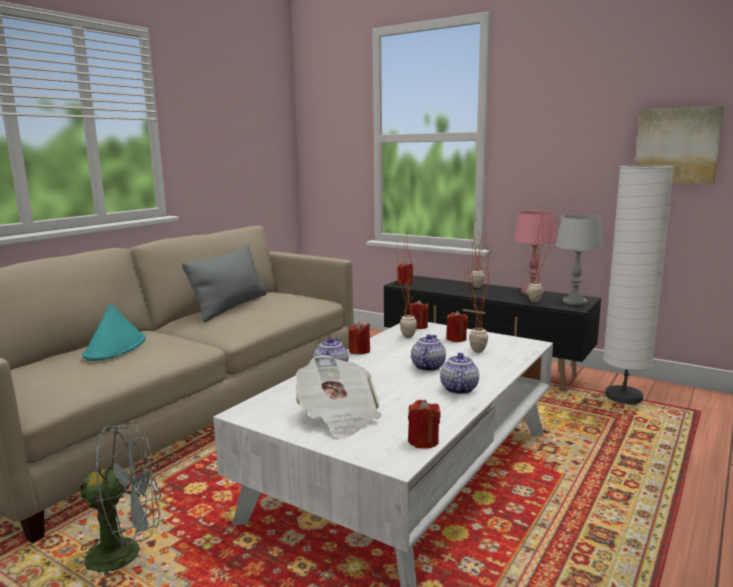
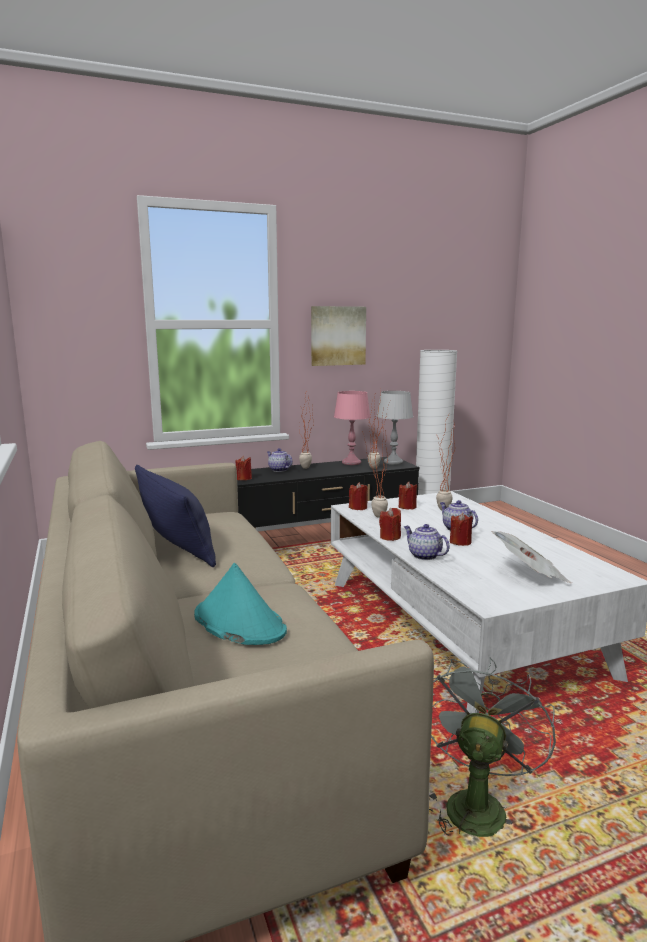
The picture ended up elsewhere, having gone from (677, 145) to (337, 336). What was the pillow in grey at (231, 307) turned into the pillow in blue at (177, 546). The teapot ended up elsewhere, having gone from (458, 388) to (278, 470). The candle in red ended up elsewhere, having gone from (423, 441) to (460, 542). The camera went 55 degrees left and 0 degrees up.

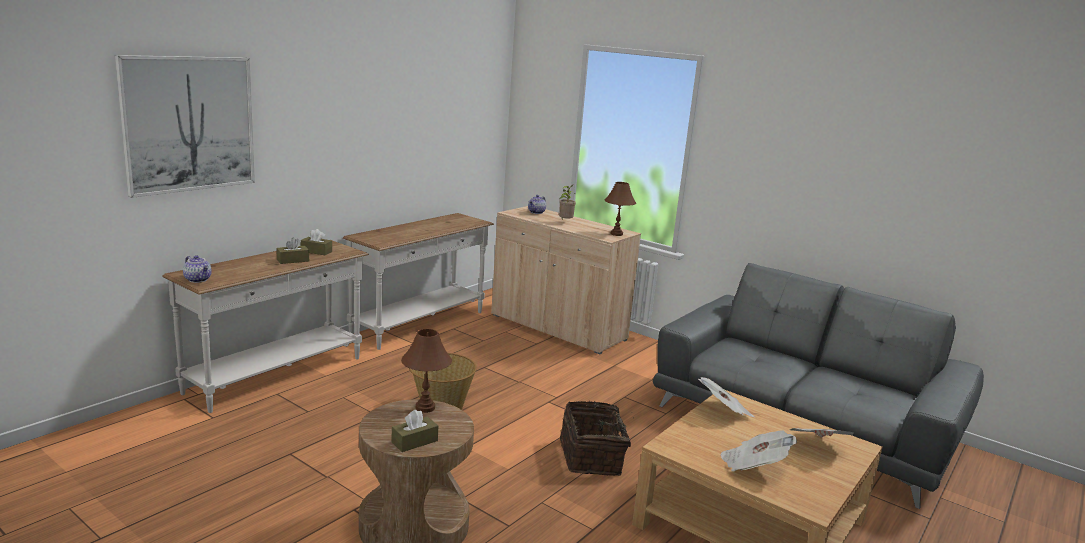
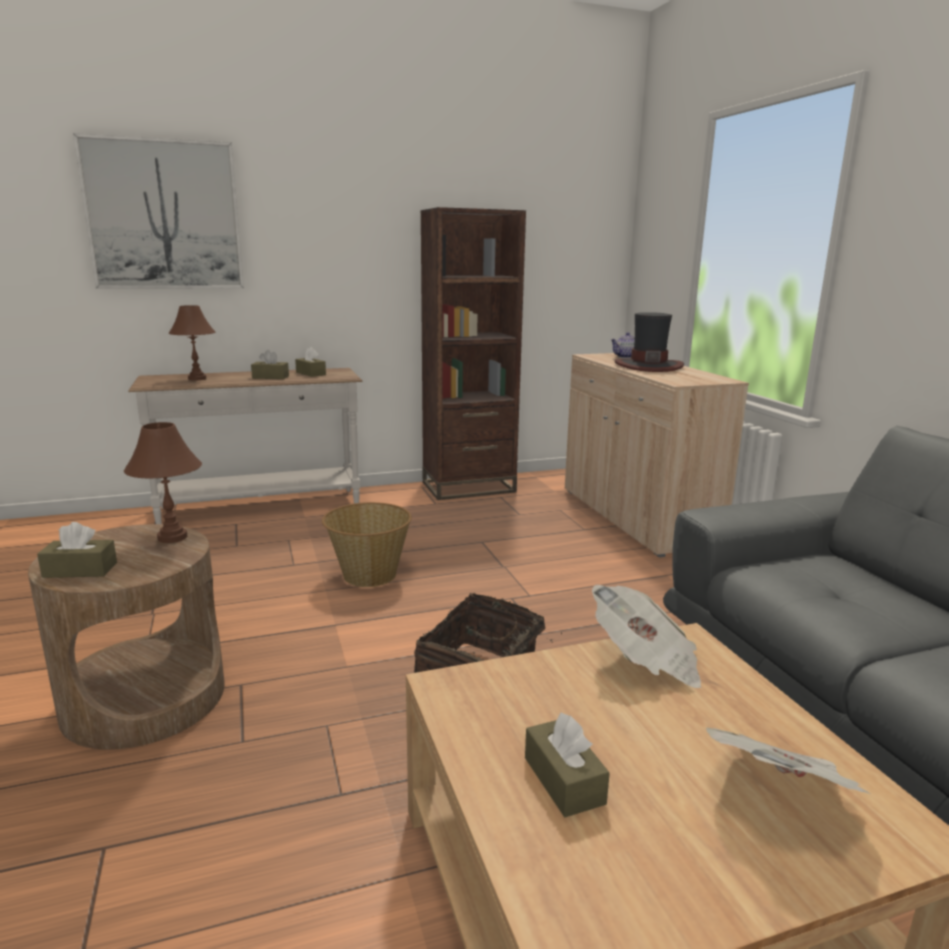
The table lamp in brown ended up elsewhere, having gone from (616, 234) to (197, 378). Where the potted plant stood at (565, 222), the hat came to stand at (648, 366). Where the console table in white stood at (420, 324), the bookcase in brown came to stand at (468, 487). The second view lost the teapot at (198, 280). Where the newspaper stood at (753, 466), the tissue box in brown came to stand at (564, 780). The camera went 35 degrees right and 0 degrees up.

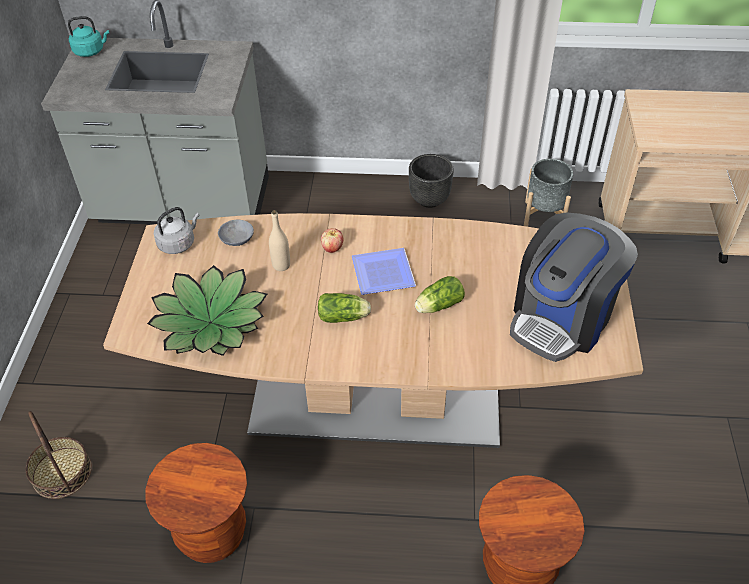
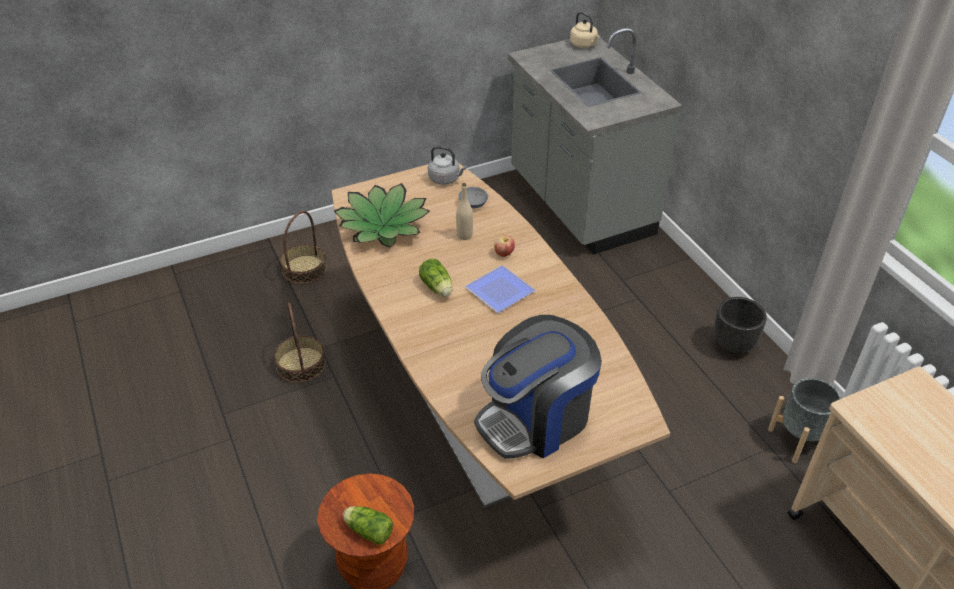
What was the kettle in turquoise at (91, 51) turned into the kettle in beige at (584, 45). The coffee machine at (562, 317) ended up facing another way, 45 degrees counterclockwise from before. The lettuce ended up elsewhere, having gone from (437, 306) to (367, 530). Where the stool in brown stood at (212, 534), the basket came to stand at (300, 364). The camera went 60 degrees right and 5 degrees down.

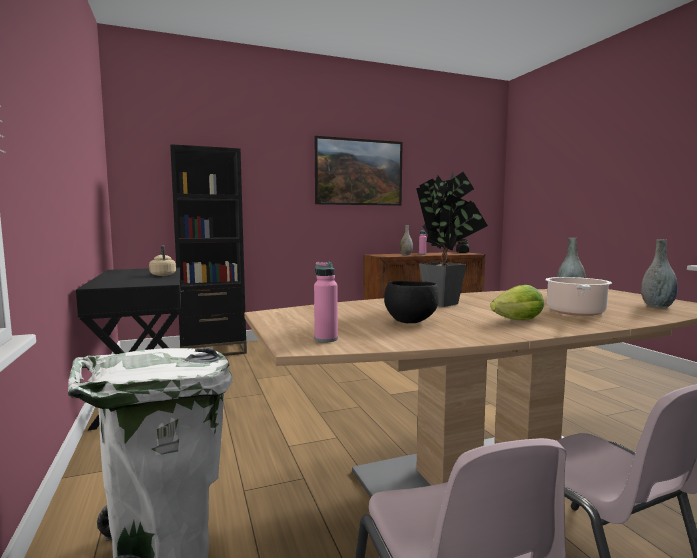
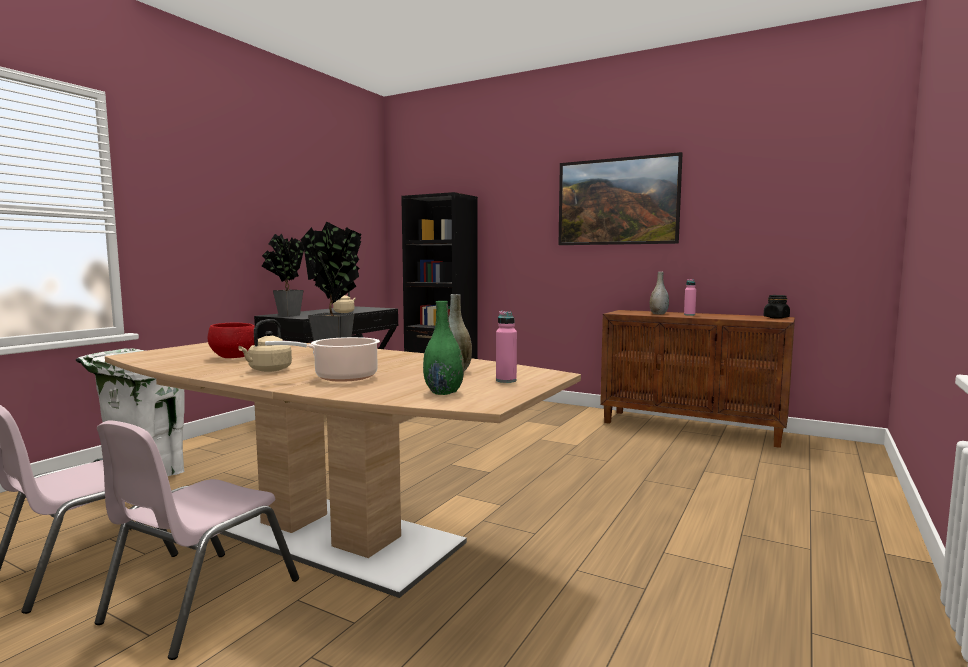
What was the vase in grey at (657, 306) turned into the vase in green at (443, 392). The bottle in pink ended up elsewhere, having gone from (326, 339) to (506, 380). What was the bowl in black at (410, 321) turned into the bowl in red at (235, 357). Where the lettuce stood at (515, 321), the kettle in beige came to stand at (268, 370). The second view gained the potted plant at (285, 315). The camera went 50 degrees right and 0 degrees up.

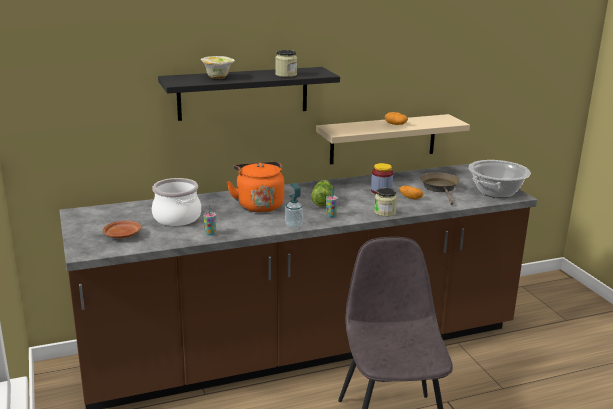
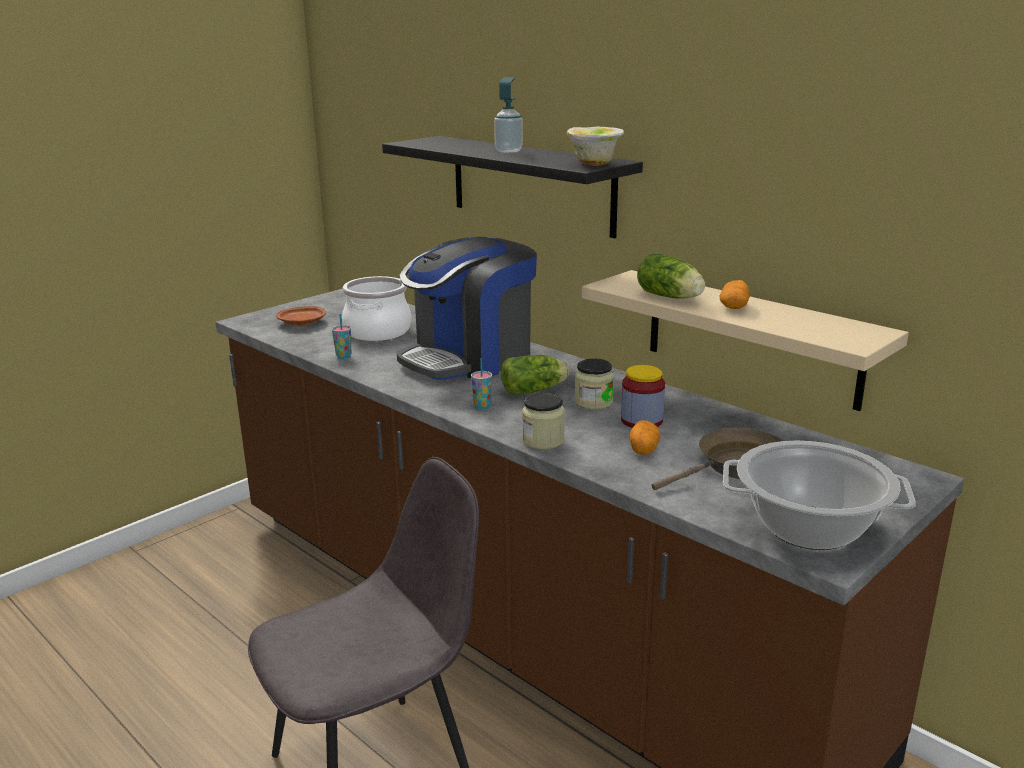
The jar ended up elsewhere, having gone from (286, 74) to (593, 402). The bowl ended up elsewhere, having gone from (218, 78) to (595, 164). Where the kettle in orange stood at (259, 205), the coffee machine came to stand at (470, 358). The soap dispenser ended up elsewhere, having gone from (293, 225) to (508, 151). The second view gained the lettuce at (671, 297). The camera went 65 degrees right and 0 degrees up.

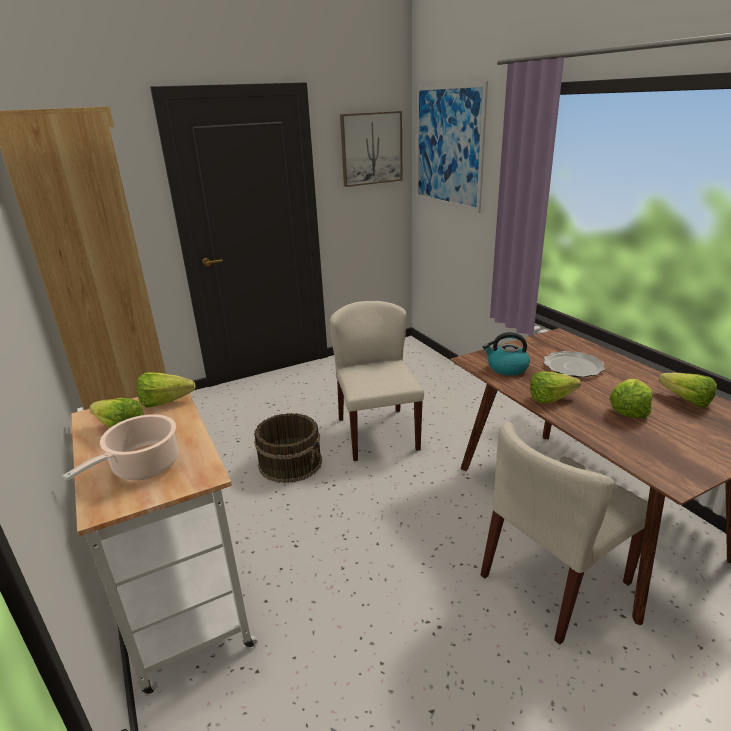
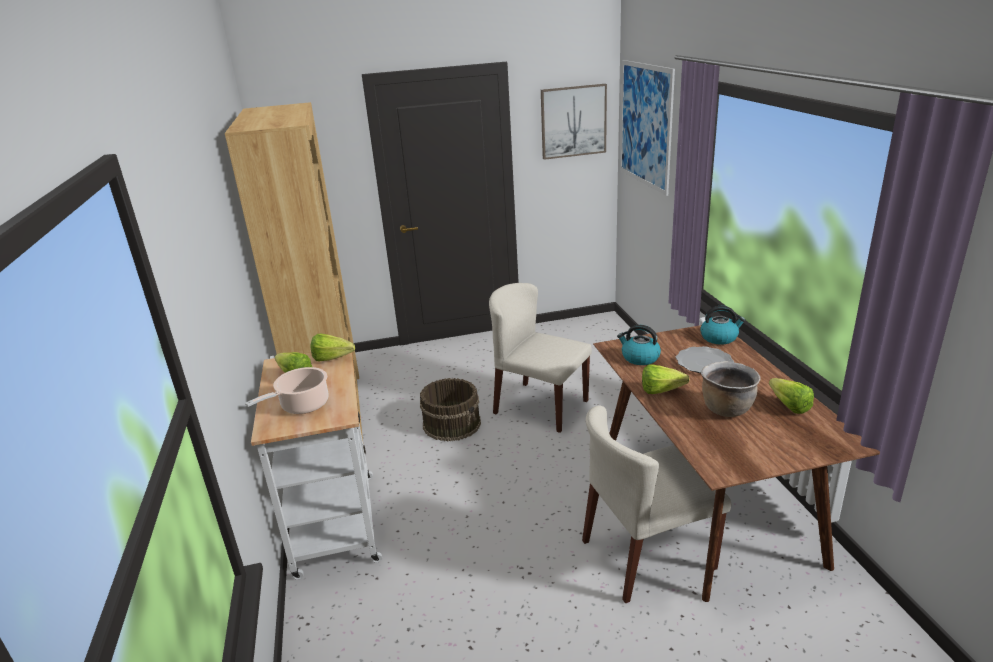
The chair in beige at (377, 433) ended up facing another way, 60 degrees counterclockwise from before. Where the lettuce stood at (628, 410), the cooking pot in brown came to stand at (726, 408). The second view gained the kettle at (719, 337). The camera went 15 degrees right and 0 degrees up.

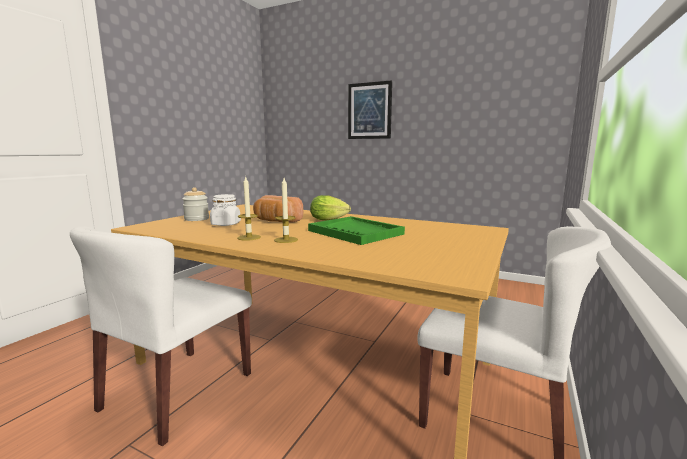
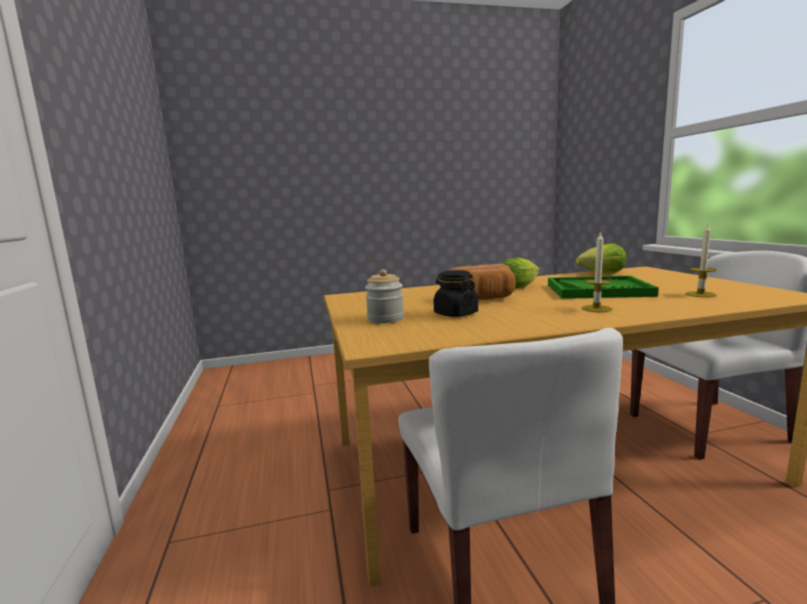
The second view lost the picture at (369, 111). The candle ended up elsewhere, having gone from (249, 237) to (700, 294). What was the jar in white at (226, 224) turned into the jar in black at (455, 314). The second view gained the lettuce at (603, 273). The camera went 40 degrees left and 0 degrees up.

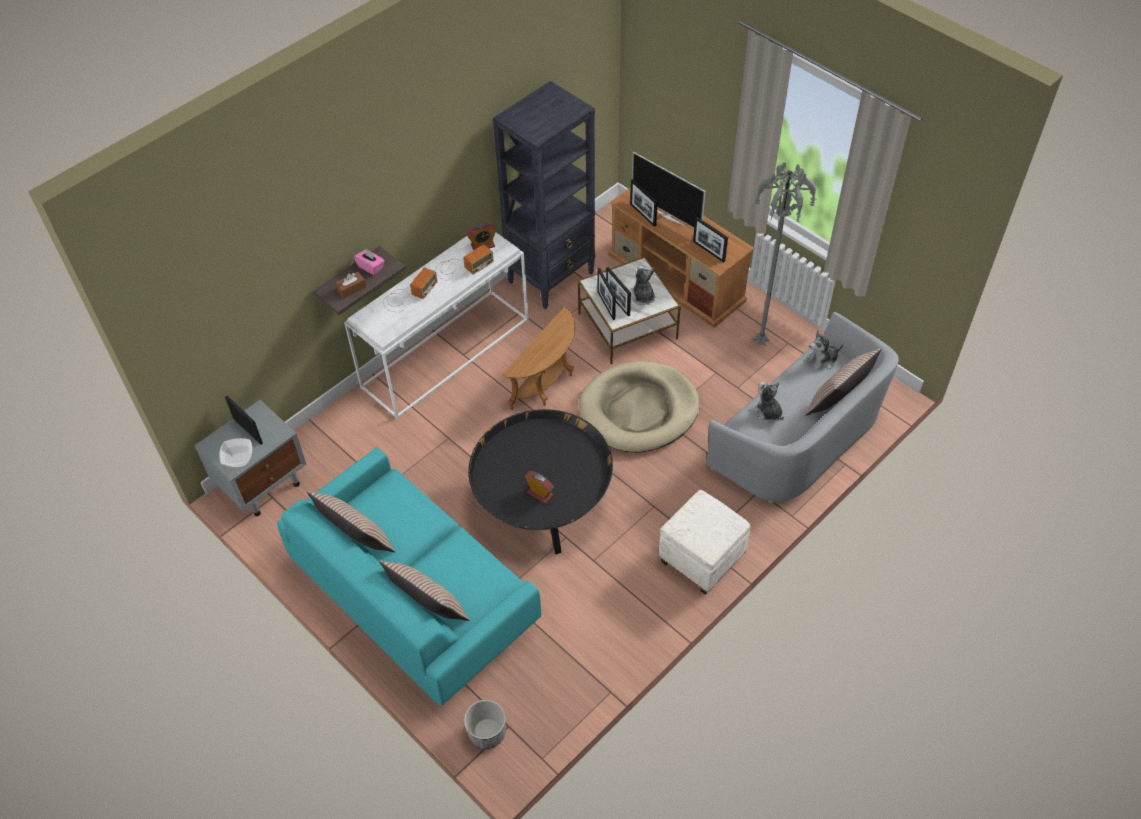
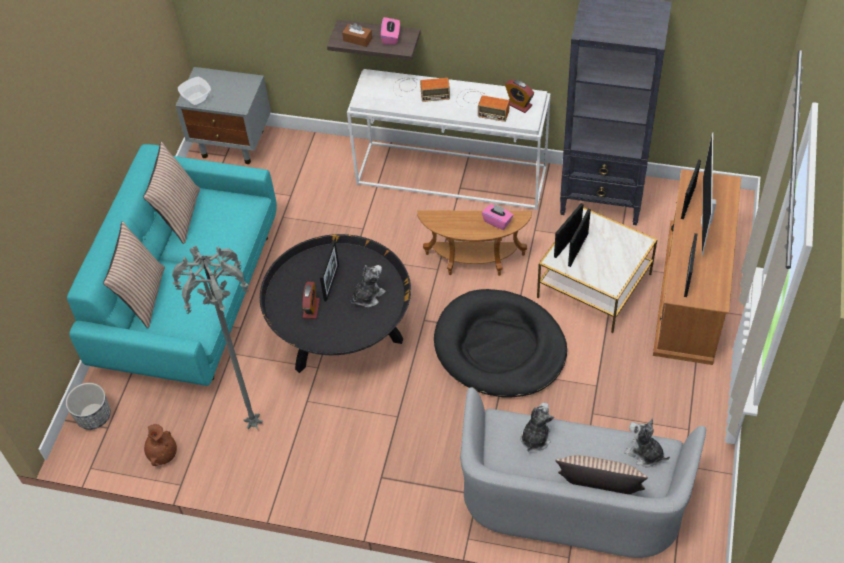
The floor lamp in grey ended up elsewhere, having gone from (762, 343) to (255, 426). The plush toy ended up elsewhere, having gone from (642, 297) to (368, 296). What was the dog bed in beige at (639, 410) turned into the dog bed in black at (500, 347). The picture frame ended up elsewhere, having gone from (248, 431) to (331, 282). The second view lost the ottoman in white at (701, 559). The second view gained the tissue box in pink at (497, 221). The second view gained the vase in brown at (162, 455). The camera went 60 degrees right and 0 degrees up.

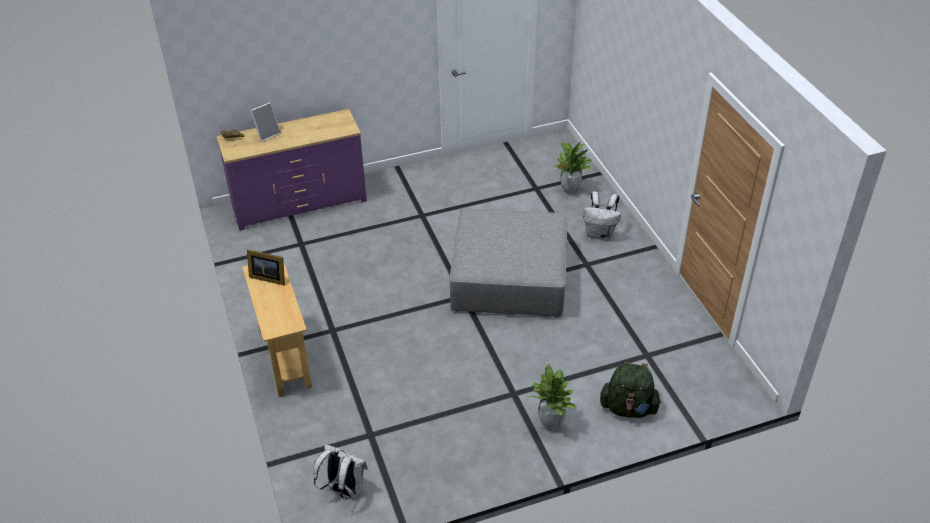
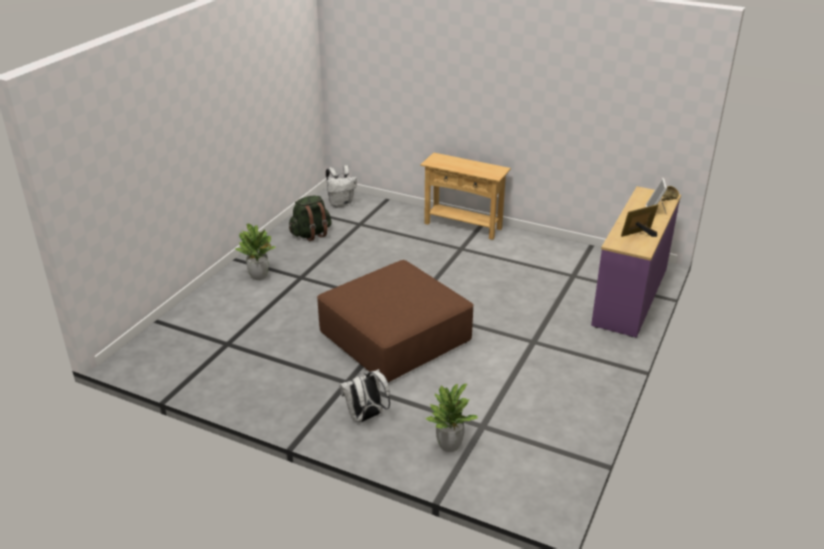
What was the ottoman in grey at (508, 278) turned into the ottoman in brown at (395, 336). The picture frame ended up elsewhere, having gone from (268, 277) to (639, 234). The backpack in green ended up elsewhere, having gone from (628, 408) to (311, 234). The camera went 135 degrees right and 10 degrees down.

